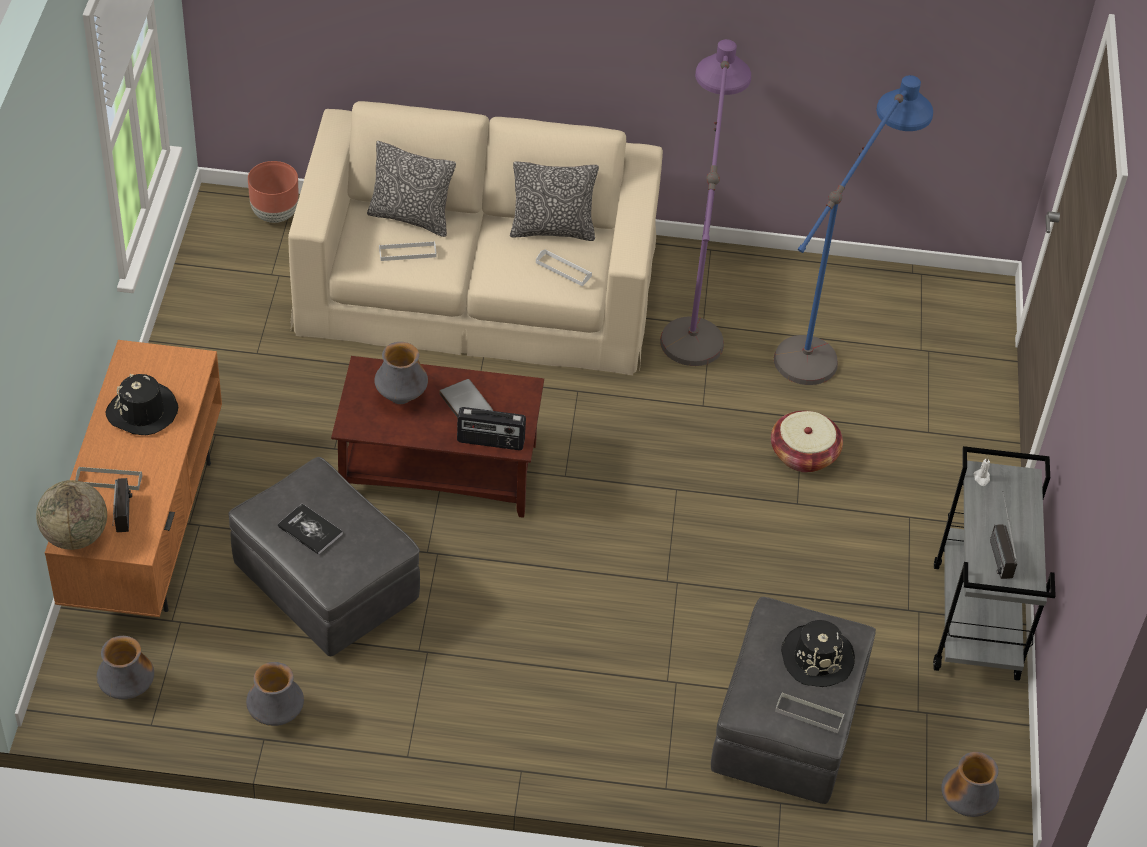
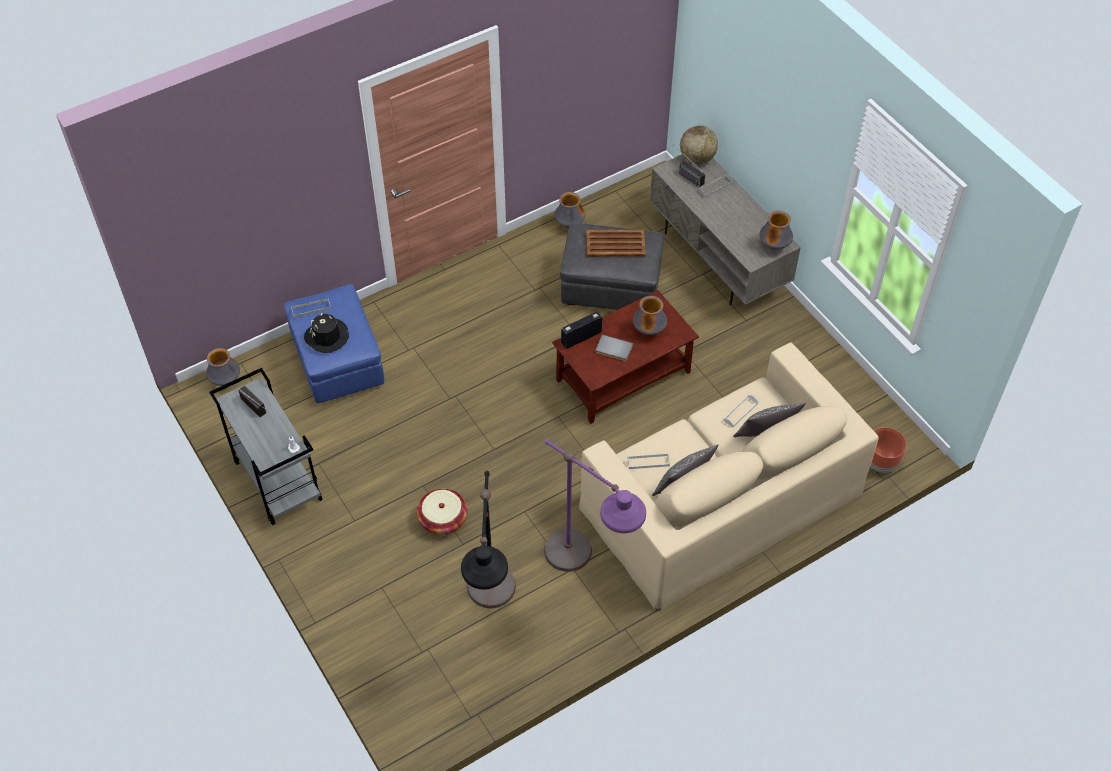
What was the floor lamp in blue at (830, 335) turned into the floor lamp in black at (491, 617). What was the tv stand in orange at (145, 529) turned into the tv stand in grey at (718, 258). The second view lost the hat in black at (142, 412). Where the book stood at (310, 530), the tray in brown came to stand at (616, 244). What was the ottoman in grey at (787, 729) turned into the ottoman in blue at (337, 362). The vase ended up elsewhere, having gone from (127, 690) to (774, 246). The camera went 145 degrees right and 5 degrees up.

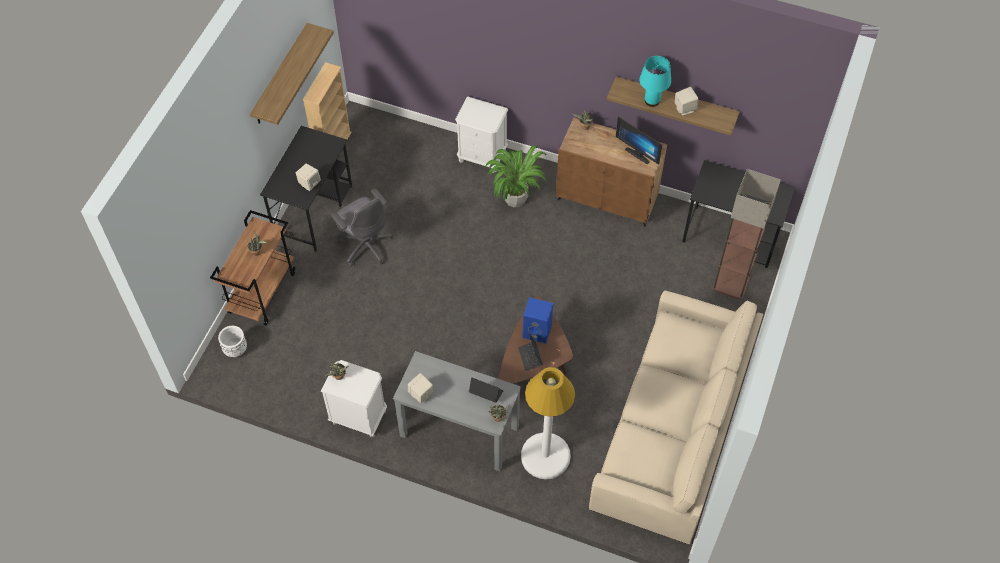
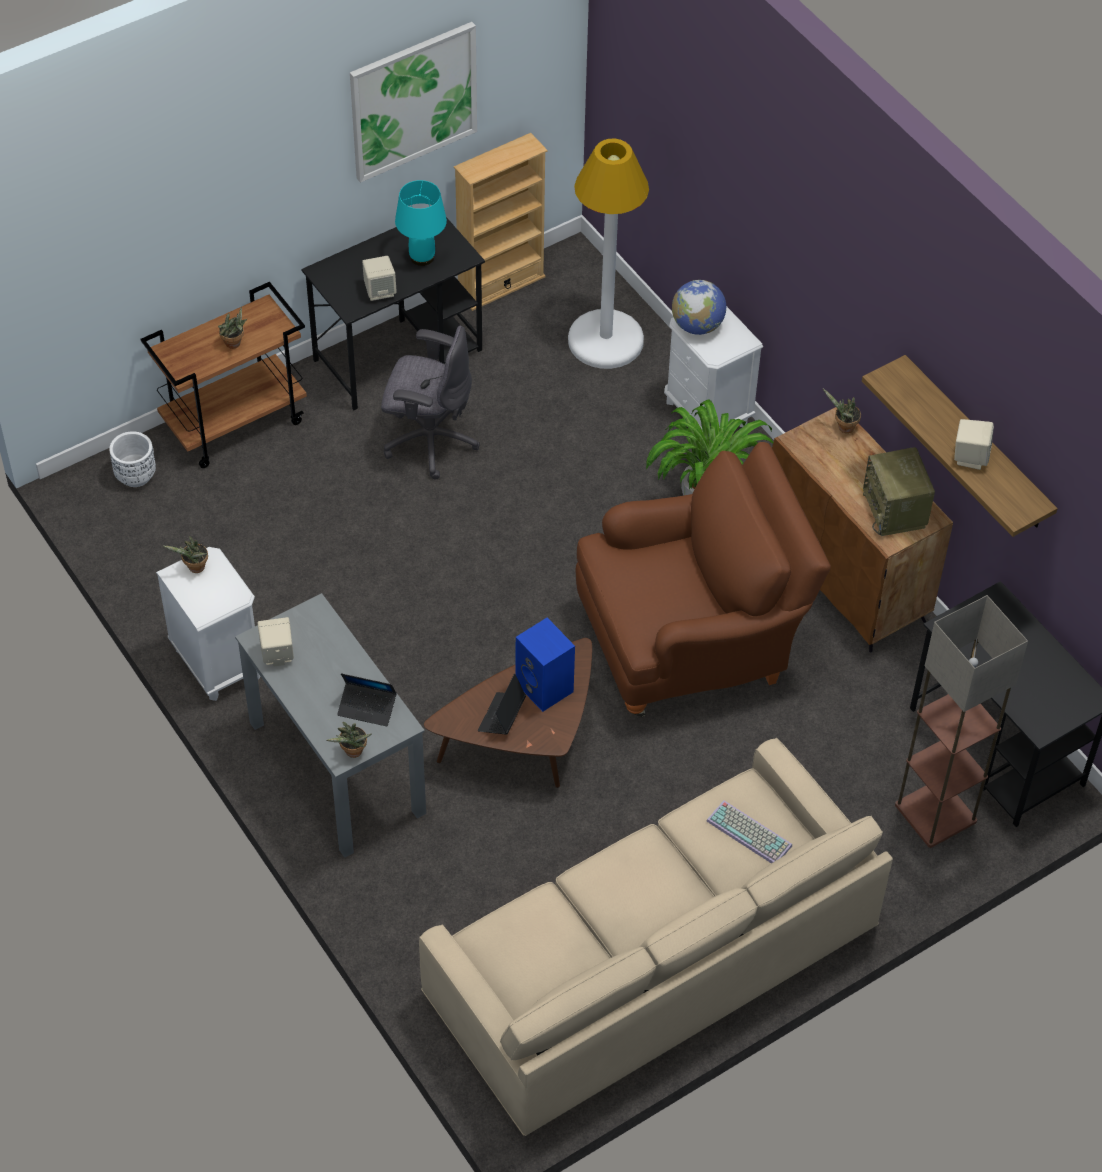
Where the shelf hung at (281, 75), the picture came to hang at (413, 100). The table lamp in turquoise ended up elsewhere, having gone from (652, 100) to (422, 257). Where the monitor stood at (639, 153), the radio came to stand at (895, 511). The office chair in grey at (365, 245) ended up facing another way, 75 degrees counterclockwise from before. The floor lamp in white ended up elsewhere, having gone from (545, 456) to (606, 340). The laptop at (486, 393) ended up facing another way, 135 degrees clockwise from before. The second view gained the globe at (697, 326). The second view gained the armchair in brown at (692, 641). The second view gained the keyboard at (751, 833). The camera went 35 degrees right and 5 degrees down.

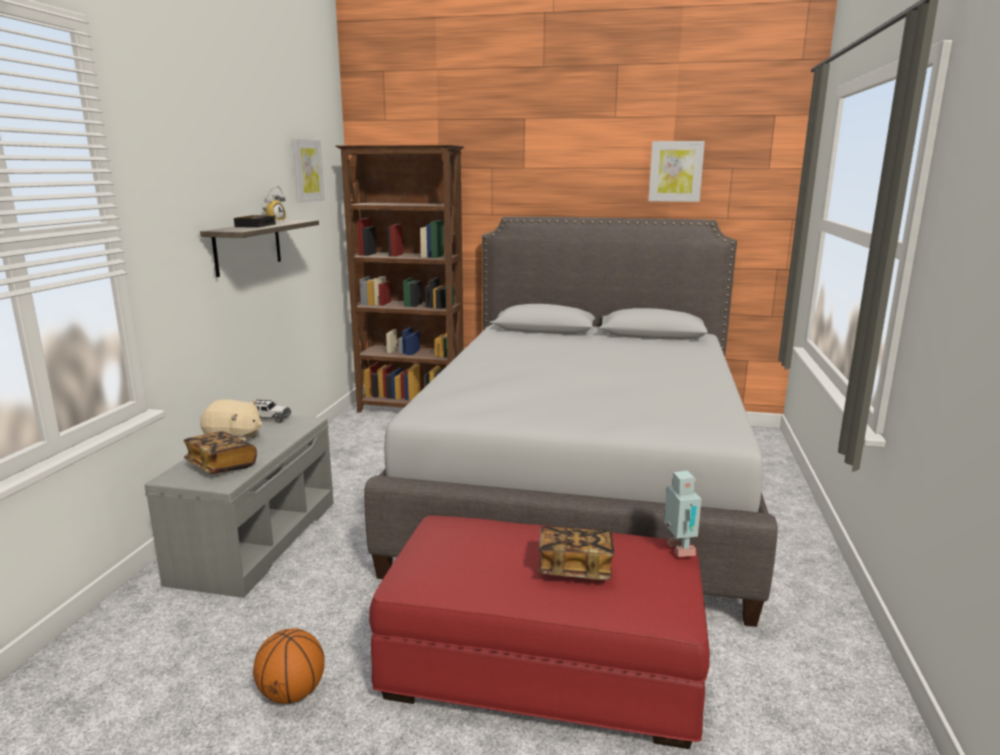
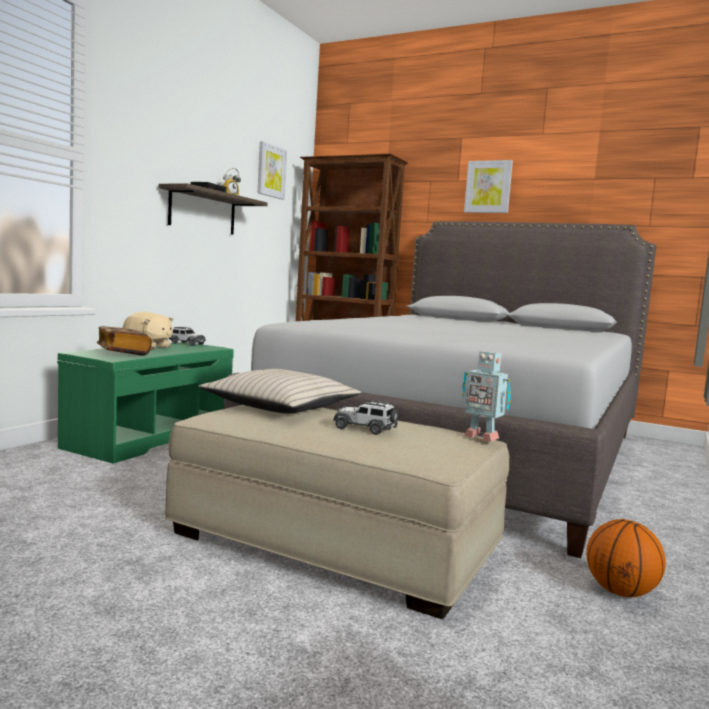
The picture ended up elsewhere, having gone from (675, 171) to (488, 187). What was the bench in grey at (256, 539) turned into the bench in green at (151, 437). The toy robot at (678, 550) ended up facing another way, 120 degrees clockwise from before. What was the ottoman in red at (542, 666) turned into the ottoman in beige at (334, 542). Where the book stood at (574, 568), the toy car came to stand at (365, 429). The basketball ended up elsewhere, having gone from (292, 693) to (621, 592). The second view gained the pillow in beige at (280, 407). The camera went 15 degrees right and 10 degrees down.

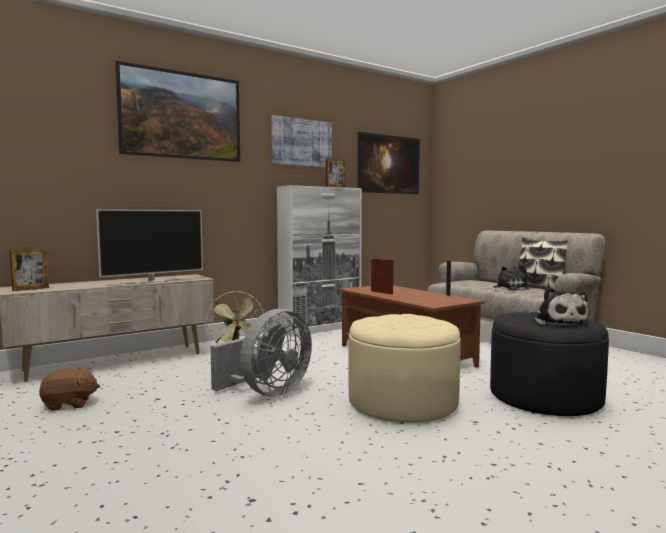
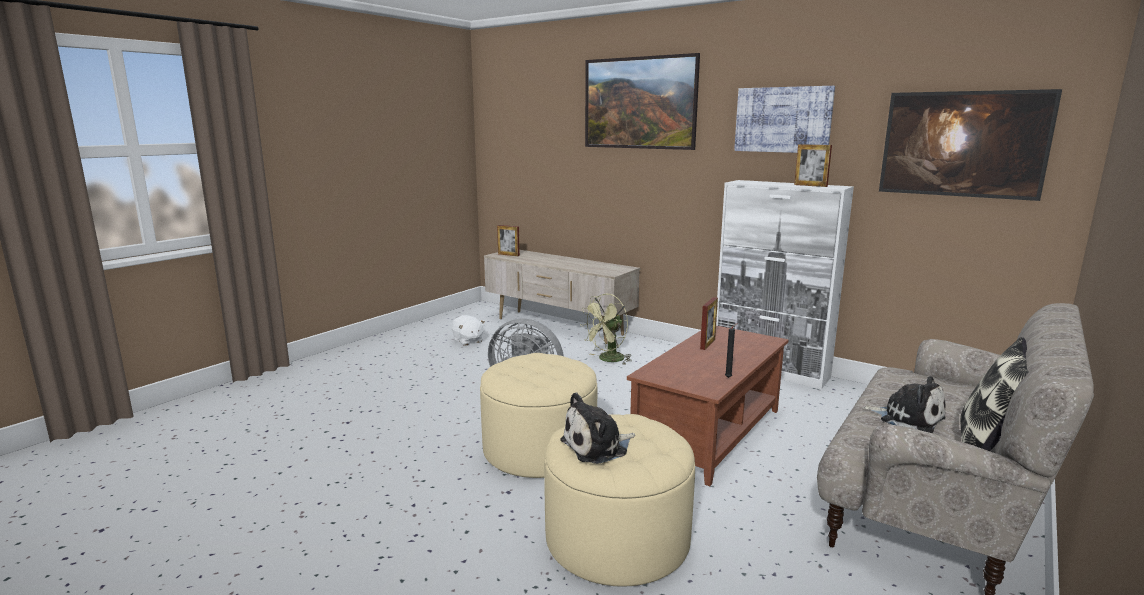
The second view lost the television at (153, 282). What was the ottoman in black at (545, 397) turned into the ottoman in beige at (617, 539). What was the plush toy in brown at (69, 404) turned into the plush toy in white at (468, 341). The camera went 70 degrees right and 10 degrees up.

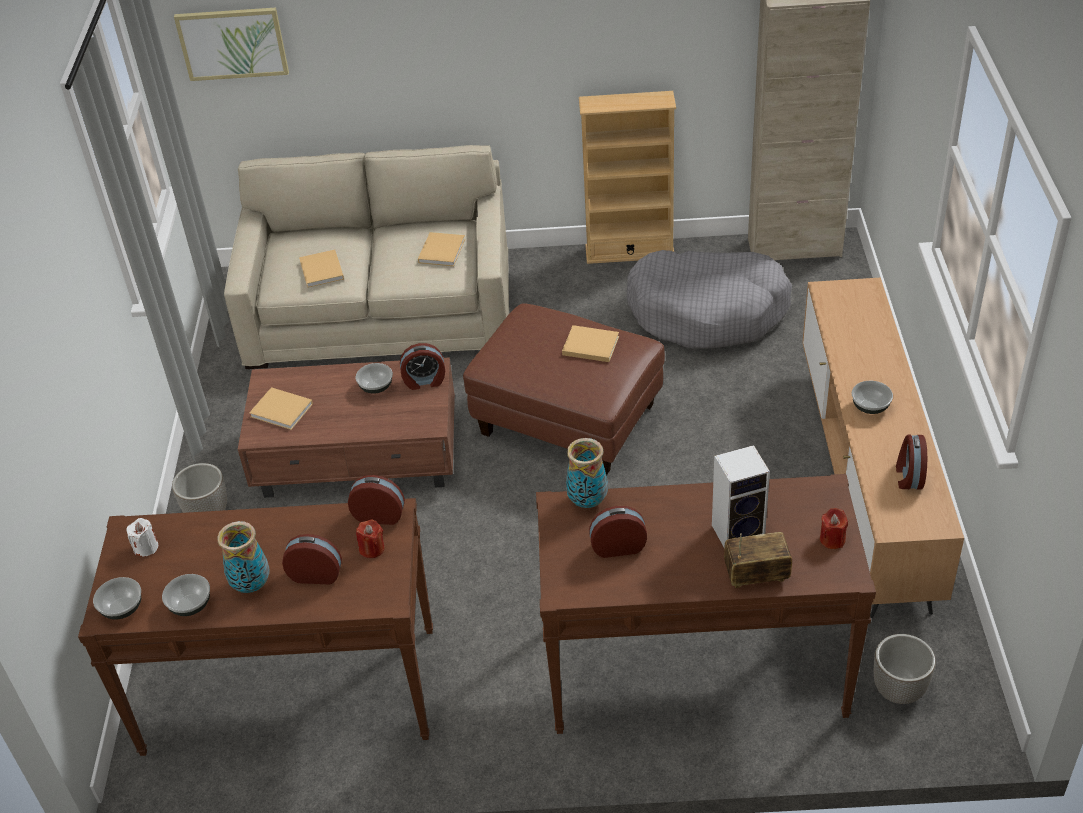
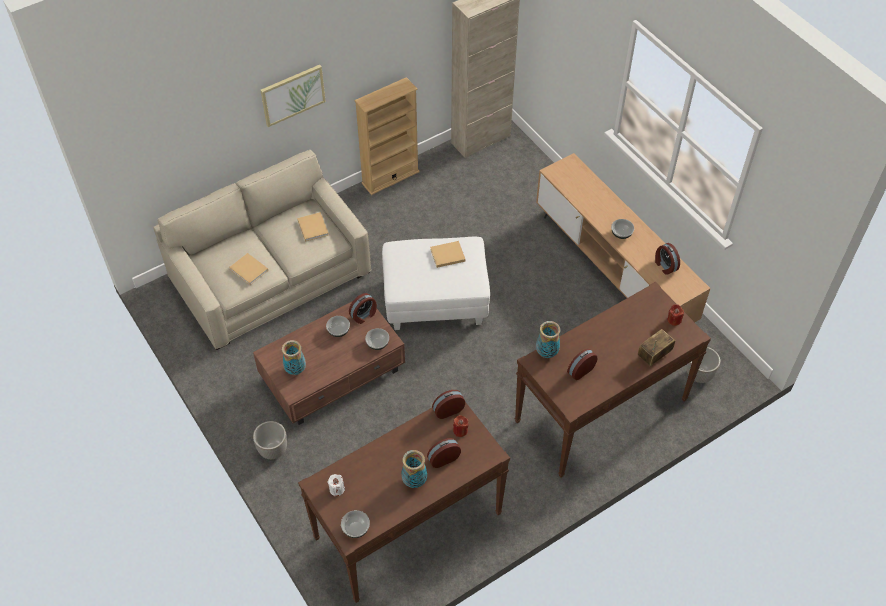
The picture ended up elsewhere, having gone from (232, 43) to (292, 94). The second view lost the dog bed in grey at (708, 311). What was the ottoman in brown at (568, 420) turned into the ottoman in white at (436, 300). Where the book in beige stood at (283, 411), the vase came to stand at (295, 370). The second view lost the speaker at (739, 531). The bowl ended up elsewhere, having gone from (191, 605) to (378, 343). The camera went 35 degrees left and 10 degrees up.

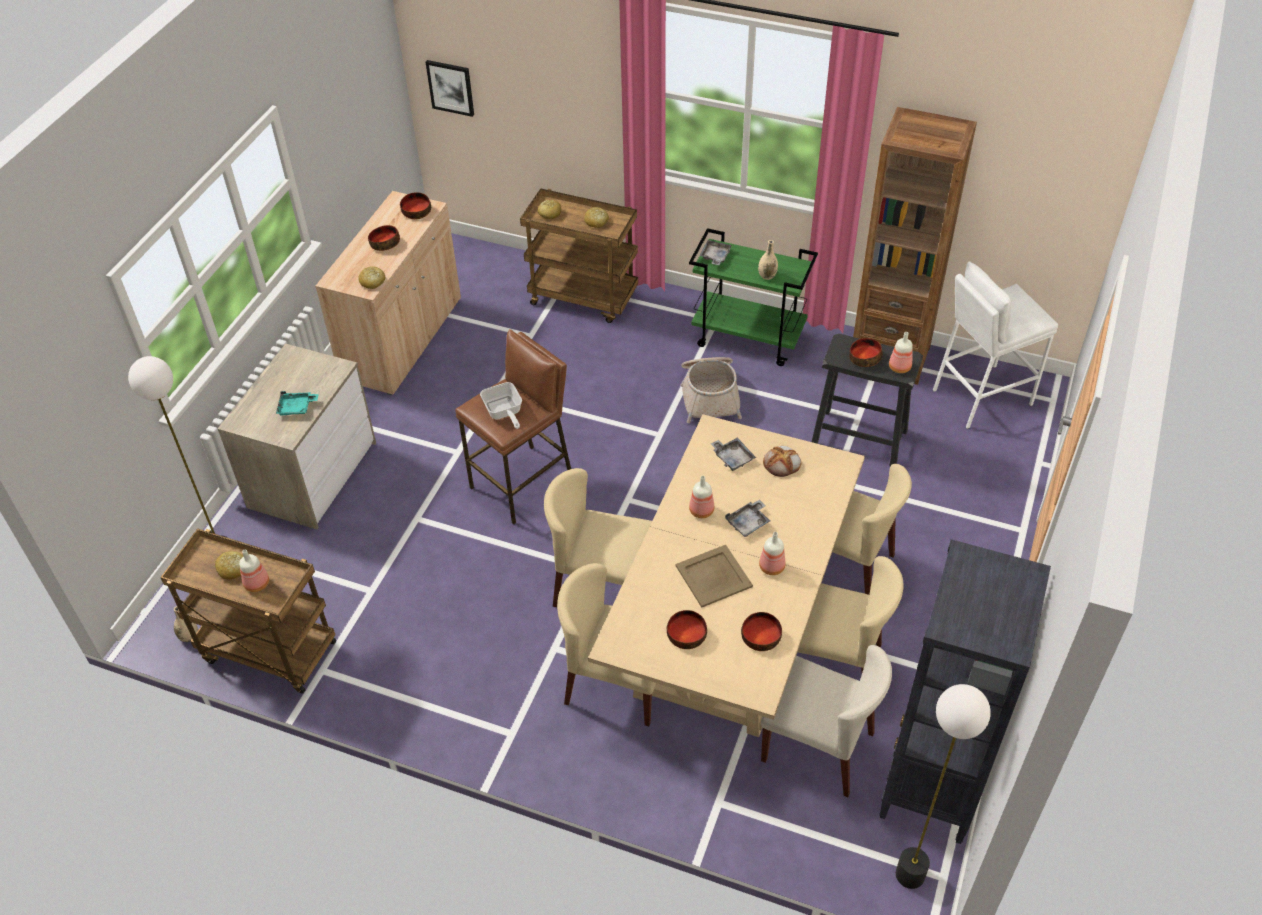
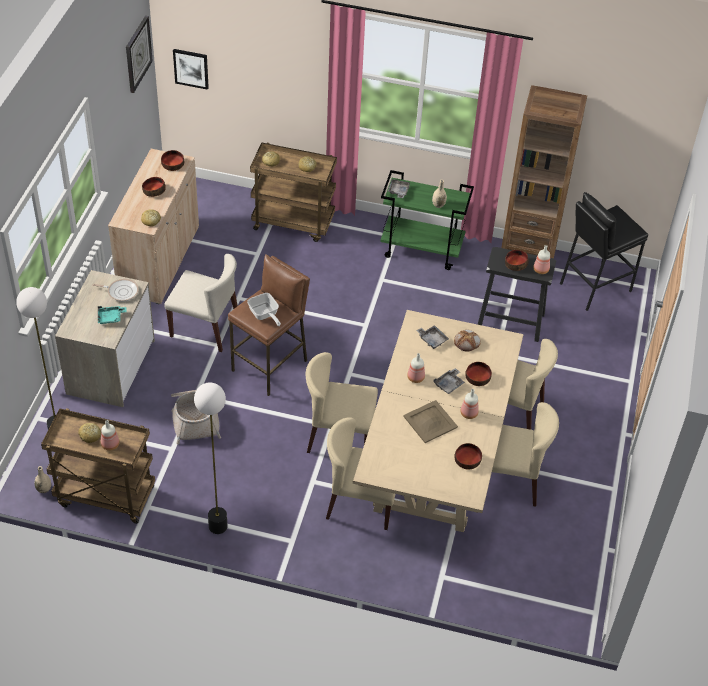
What was the stool in white at (981, 396) turned into the stool in black at (594, 287). The basket ended up elsewhere, having gone from (709, 395) to (195, 418). The second view lost the bookcase in black at (930, 787). The bowl ended up elsewhere, having gone from (686, 635) to (477, 378). The chair in beige ended up elsewhere, having gone from (819, 747) to (205, 328). The floor lamp ended up elsewhere, having gone from (910, 874) to (218, 526). The second view gained the wall clock at (137, 54). The second view gained the frying pan at (121, 291). The camera went 10 degrees left and 0 degrees up.

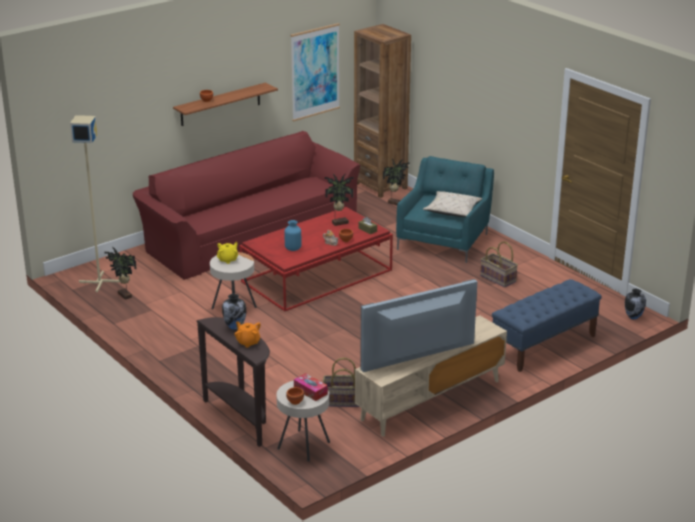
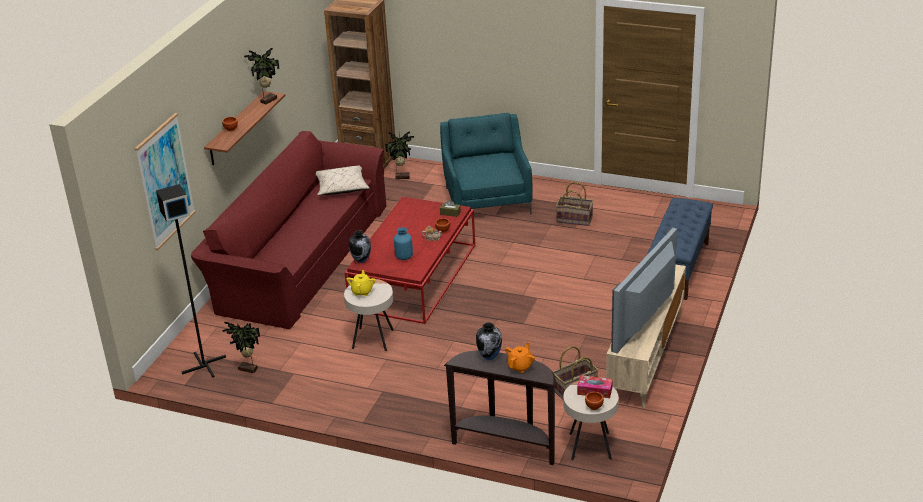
The picture ended up elsewhere, having gone from (315, 72) to (165, 181). What was the floor lamp in beige at (99, 281) turned into the floor lamp in black at (203, 365). The potted plant ended up elsewhere, having gone from (339, 222) to (267, 100). The pillow in beige ended up elsewhere, having gone from (452, 211) to (341, 187). The vase ended up elsewhere, having gone from (633, 317) to (361, 260). The teapot in orange at (248, 342) ended up facing another way, 105 degrees clockwise from before. The camera went 30 degrees left and 5 degrees up.

